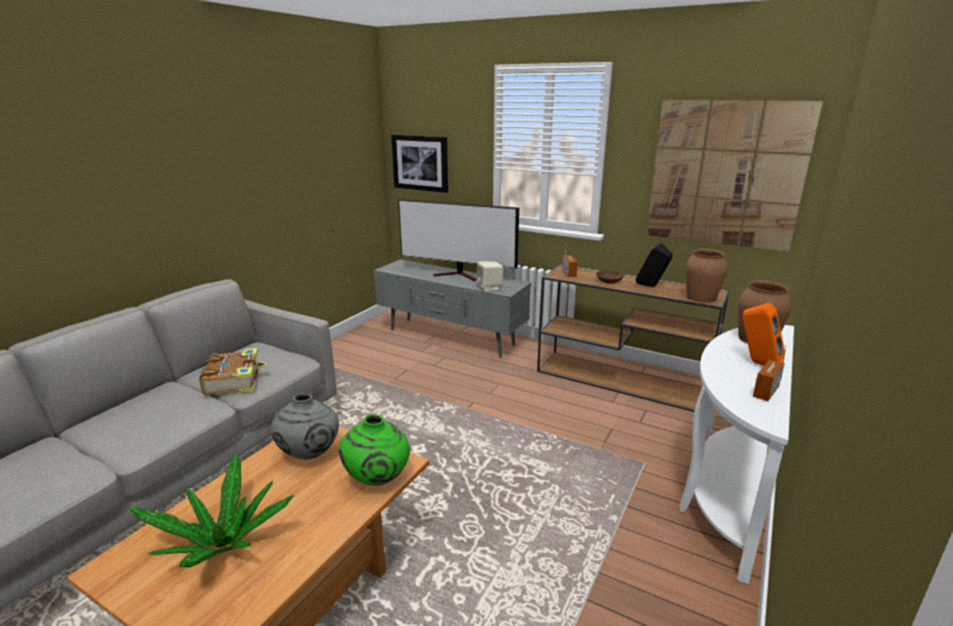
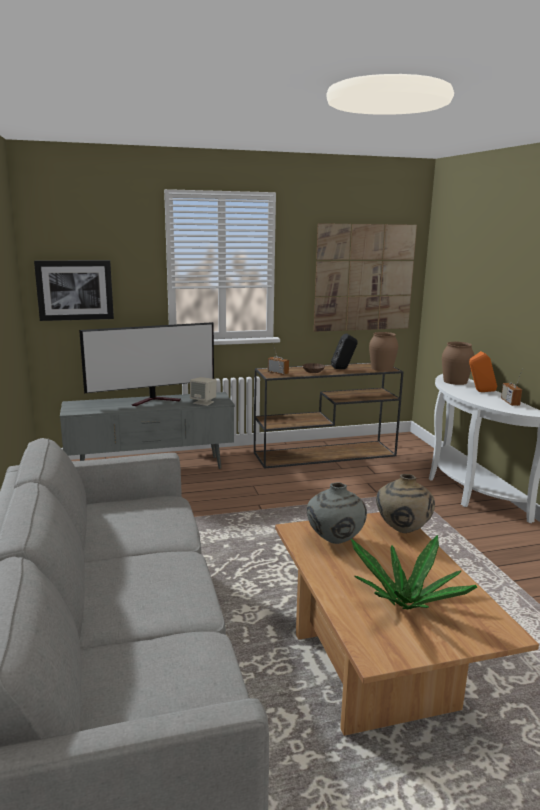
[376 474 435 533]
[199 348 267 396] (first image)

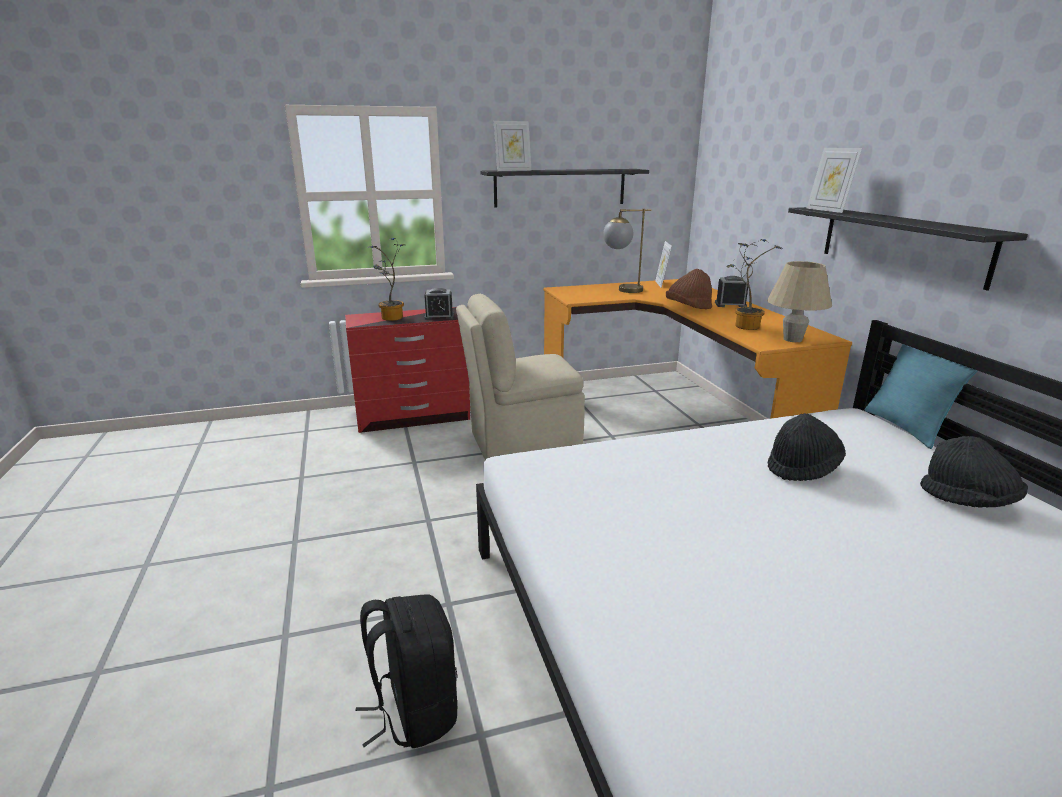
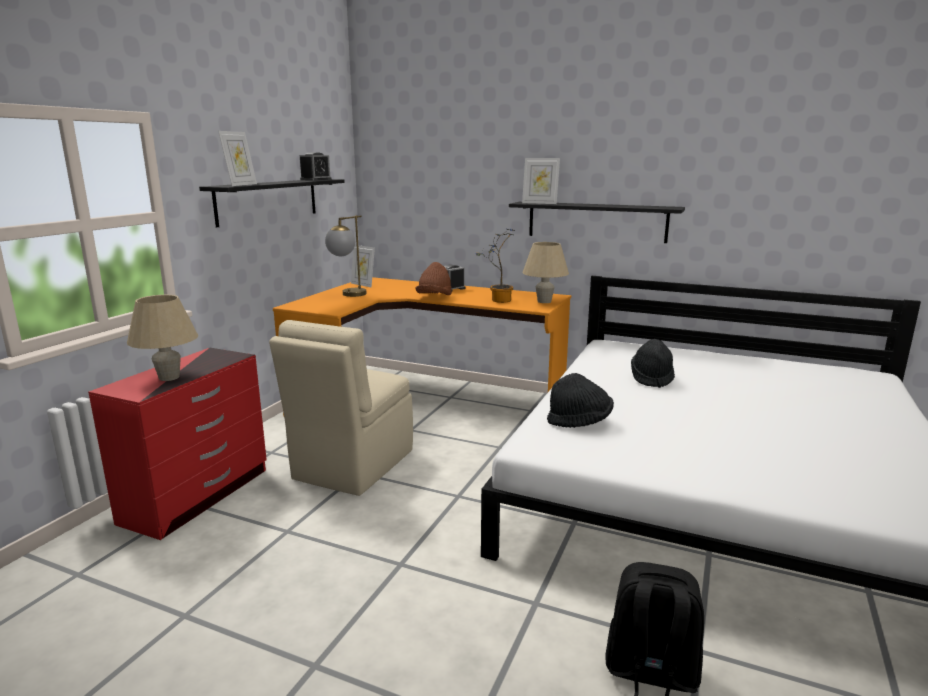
[127 295 198 381]
[300 152 332 181]
[547 373 614 428]
[865 344 978 449] (first image)

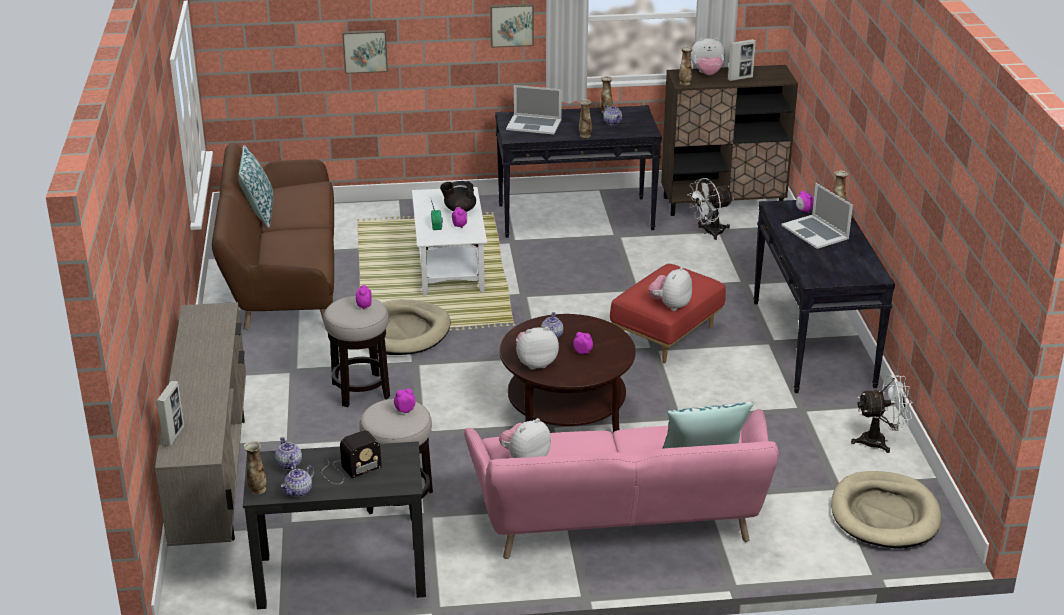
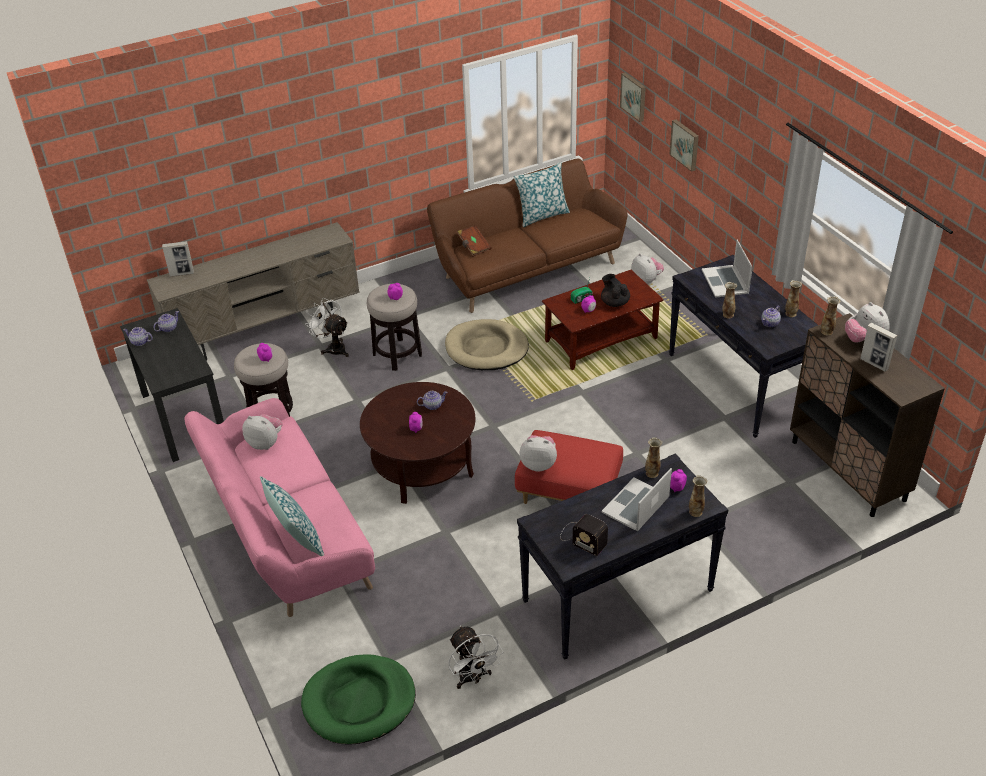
[301 654 416 745]
[305 298 349 357]
[457 225 491 257]
[542 270 664 370]
[560 514 608 556]
[620 73 646 122]
[631 254 664 285]
[645 437 662 478]

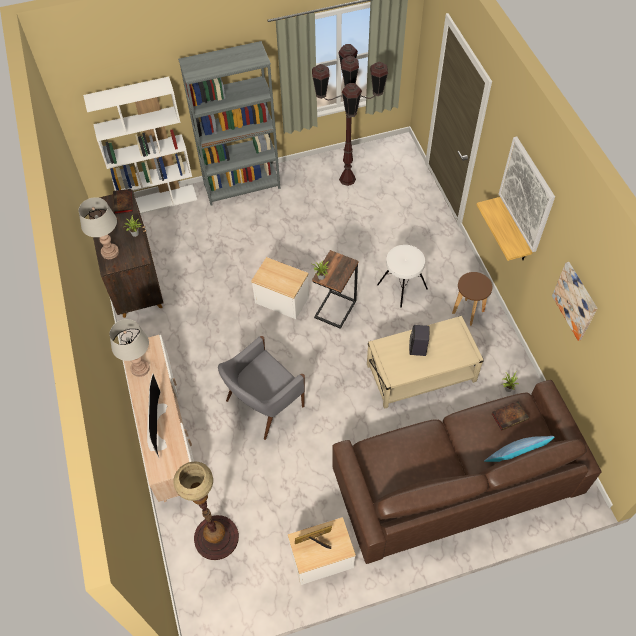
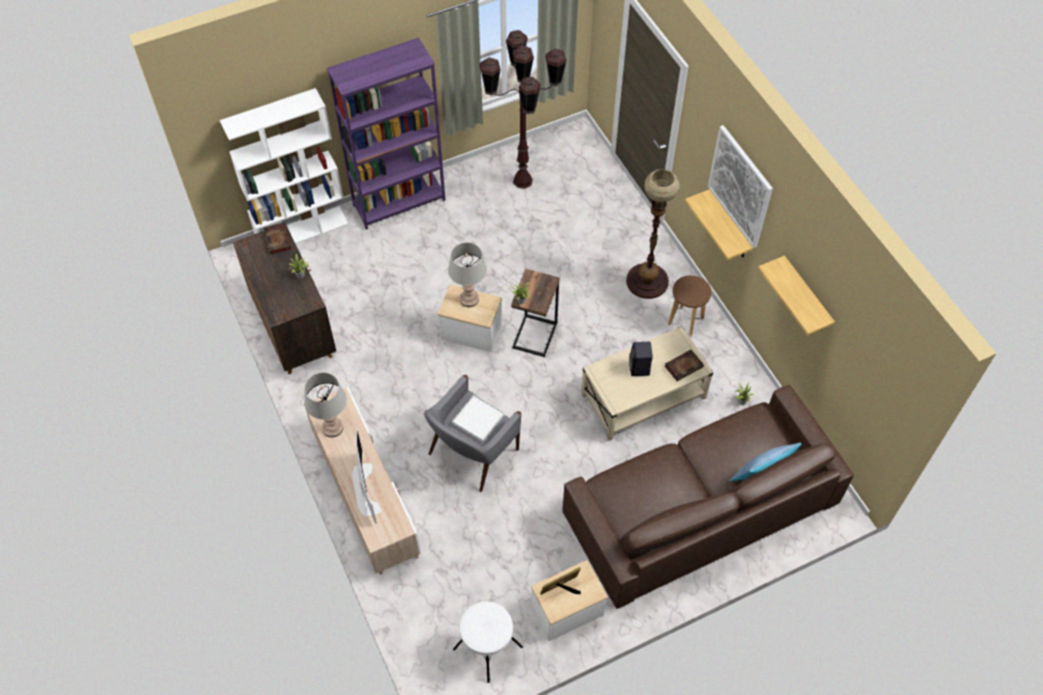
[327 38 445 229]
[448 242 487 307]
[452 395 504 442]
[453 602 523 683]
[626 169 680 299]
[665 350 704 381]
[758 256 835 336]

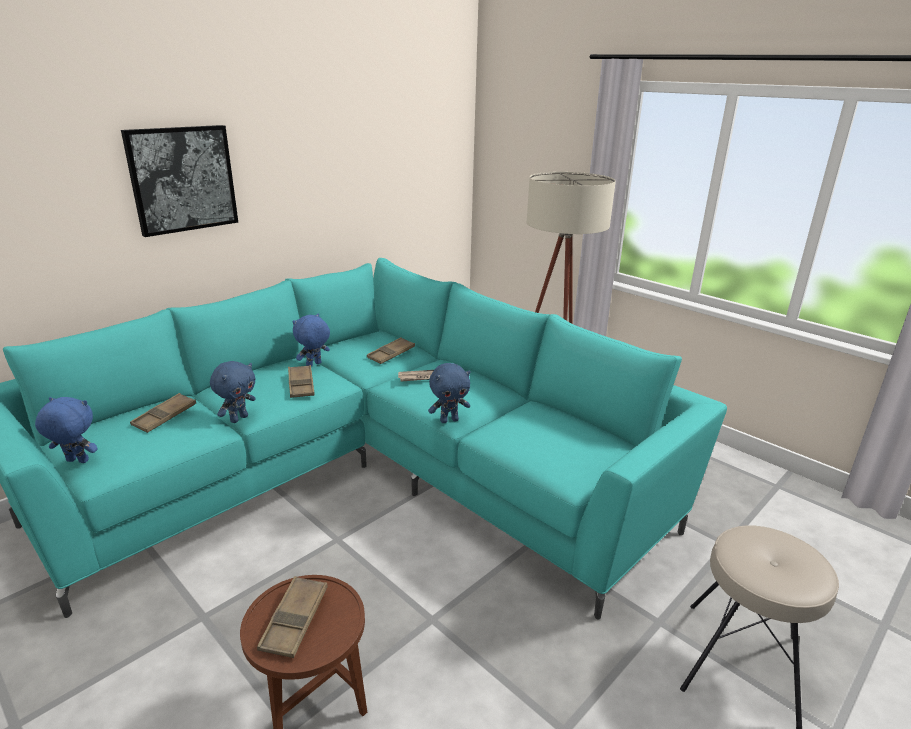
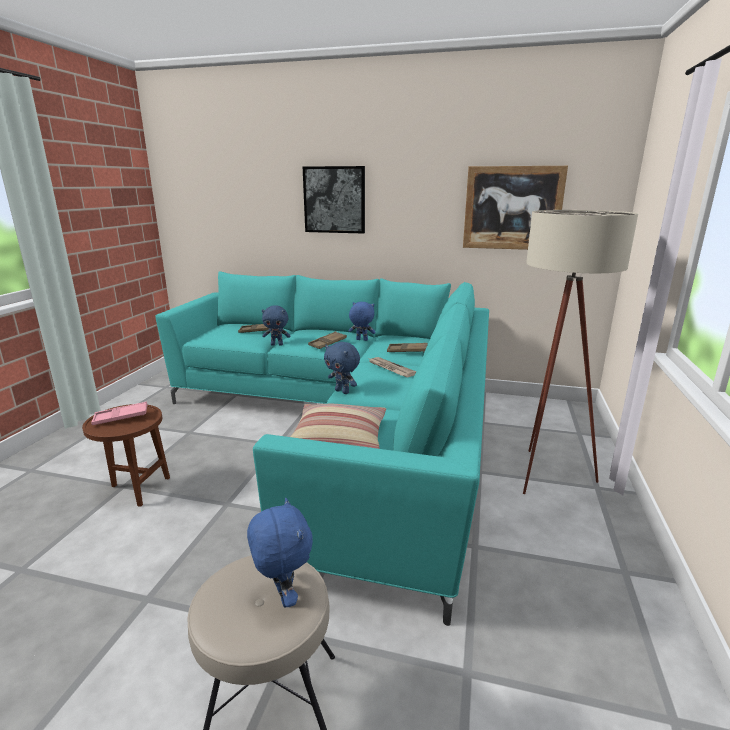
[91 402 148 425]
[247 498 313 607]
[290 404 386 449]
[463 166 568 250]

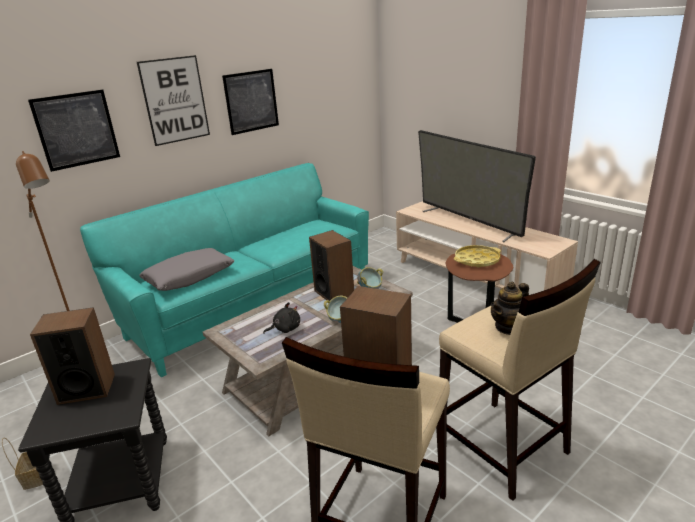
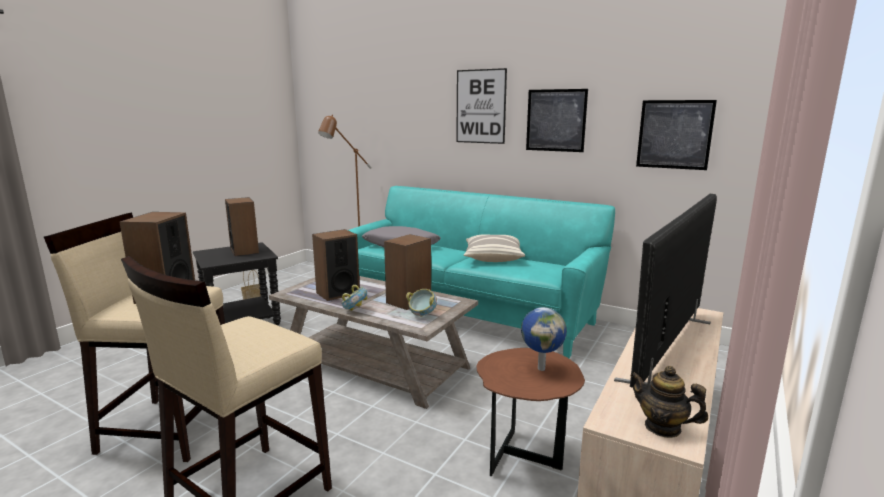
[312 229 360 301]
[464 234 525 262]
[521 307 567 371]
[630 366 708 438]
[636 100 717 170]

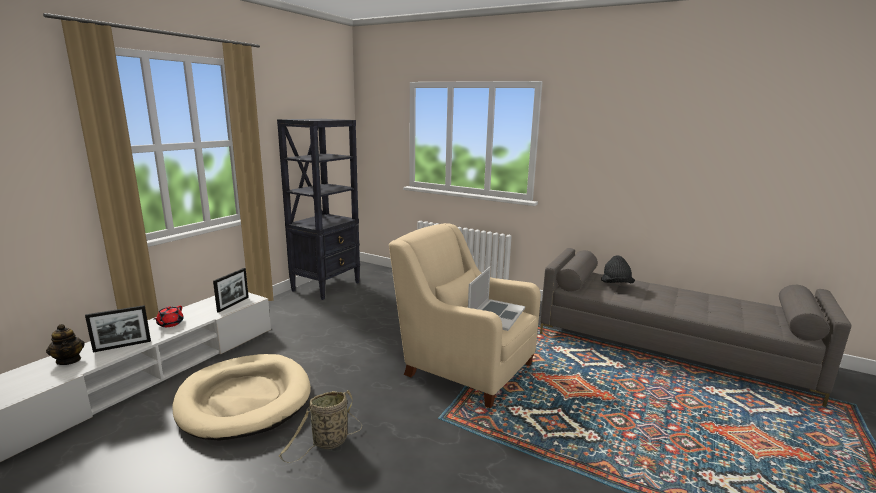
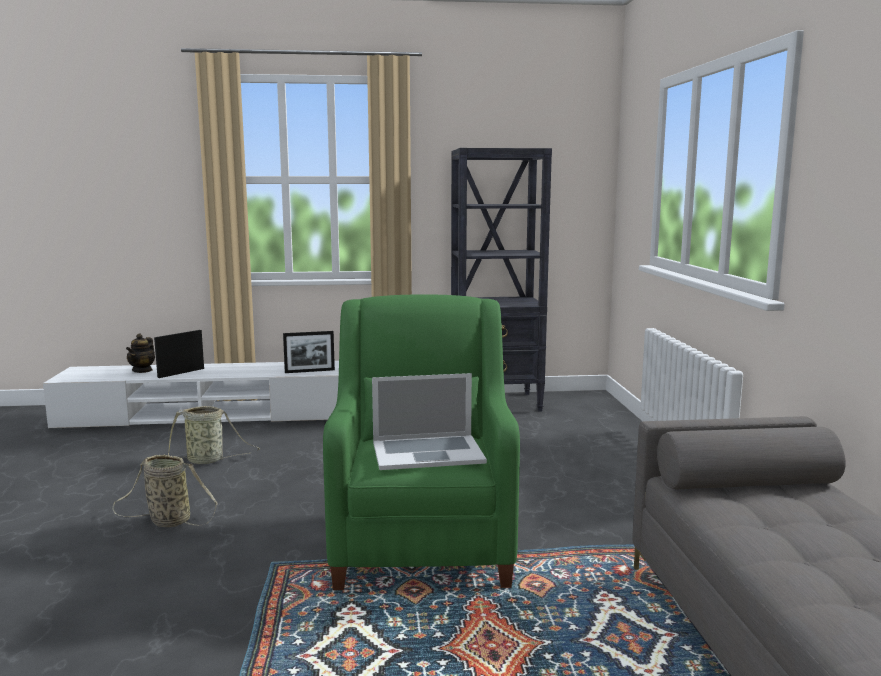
[154 330 204 378]
[168 406 260 464]
[323 294 520 590]
[154 306 184 327] (first image)
[601 256 635 283] (first image)

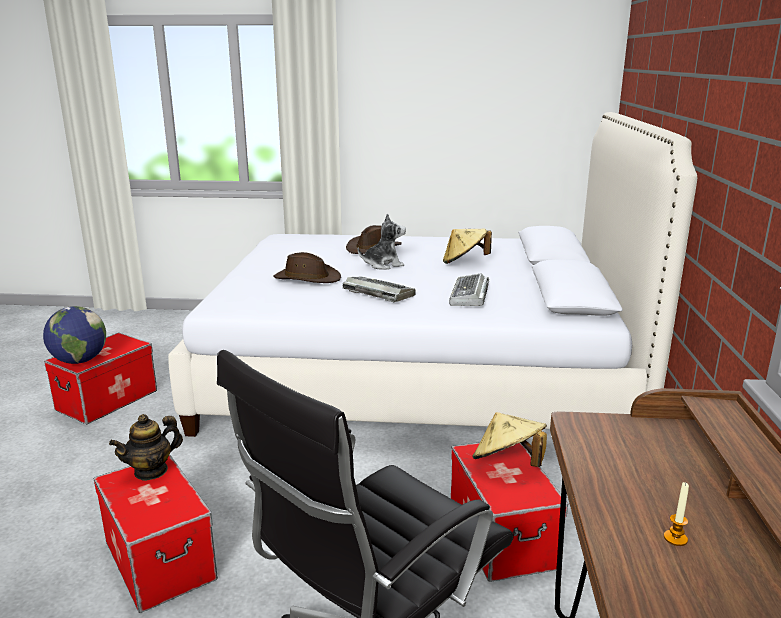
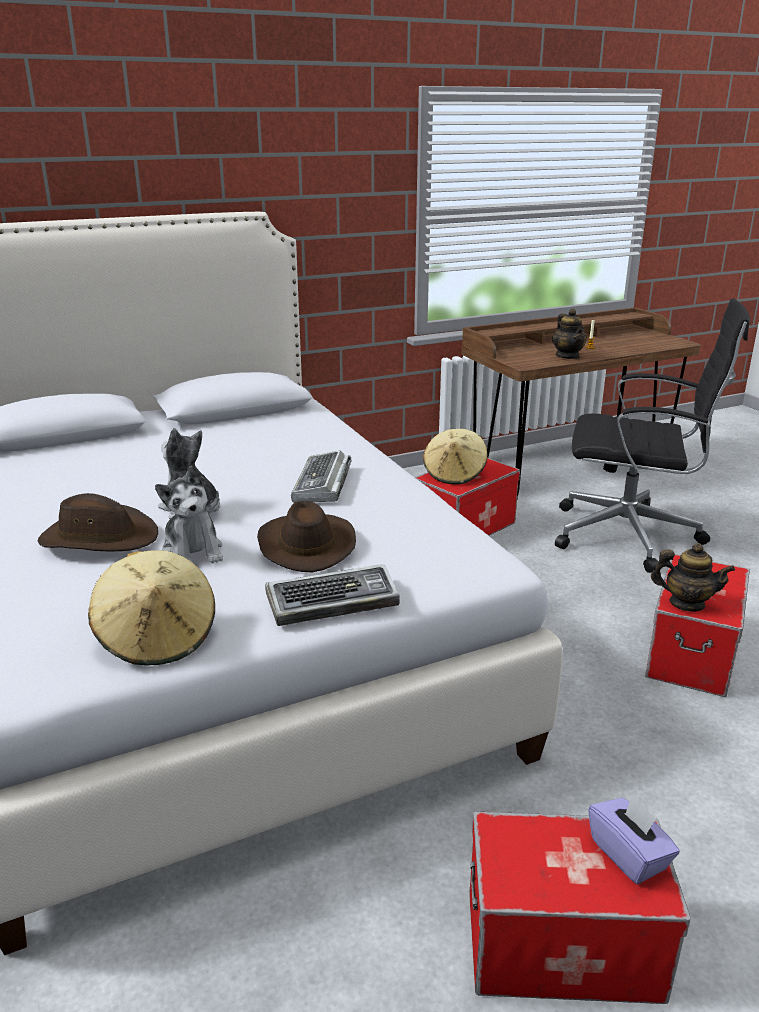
[88 550 215 665]
[155 466 223 563]
[265 564 400 626]
[552 309 587 359]
[588 795 680 884]

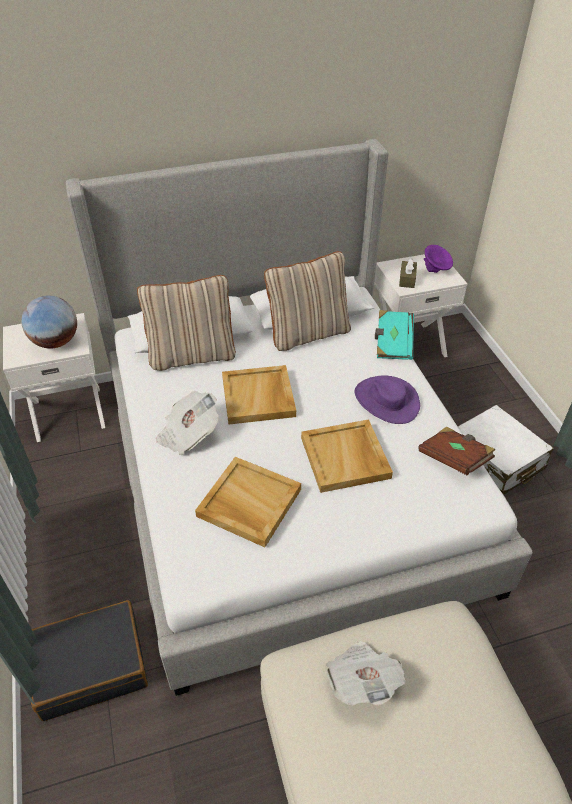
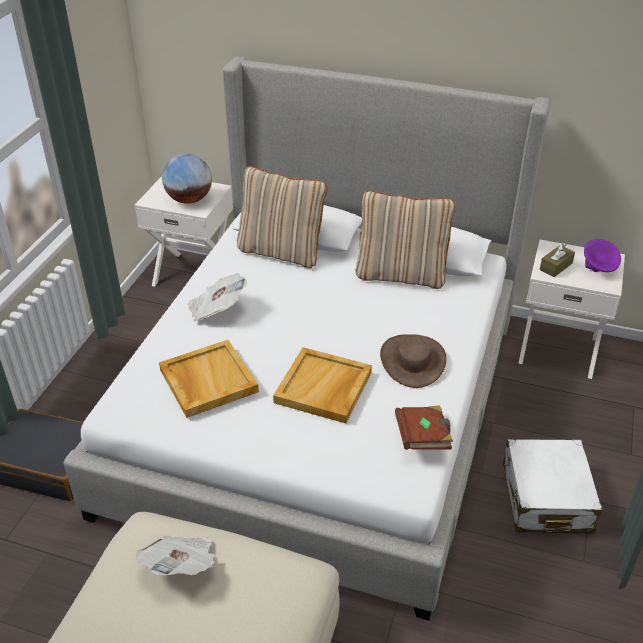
[380 334 446 388]
[222 365 296 424] (first image)
[375 310 414 360] (first image)

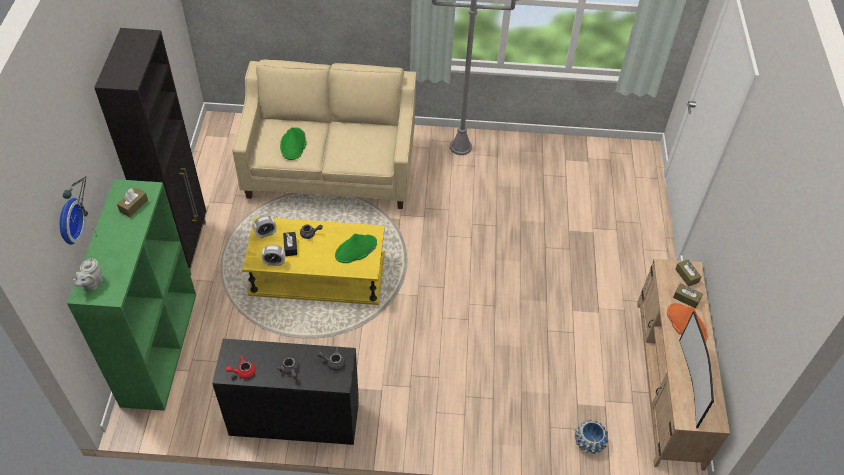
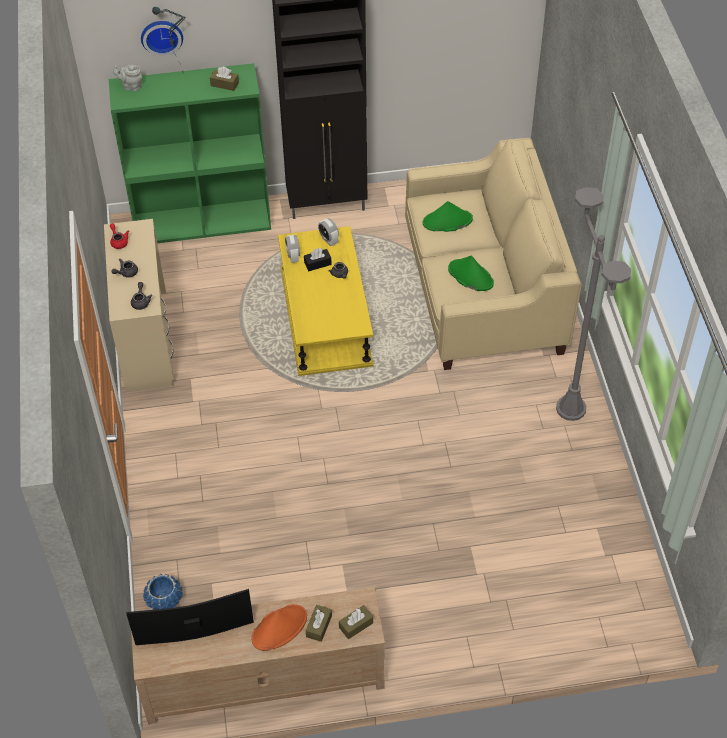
[104 219 174 392]
[448 256 494 291]

